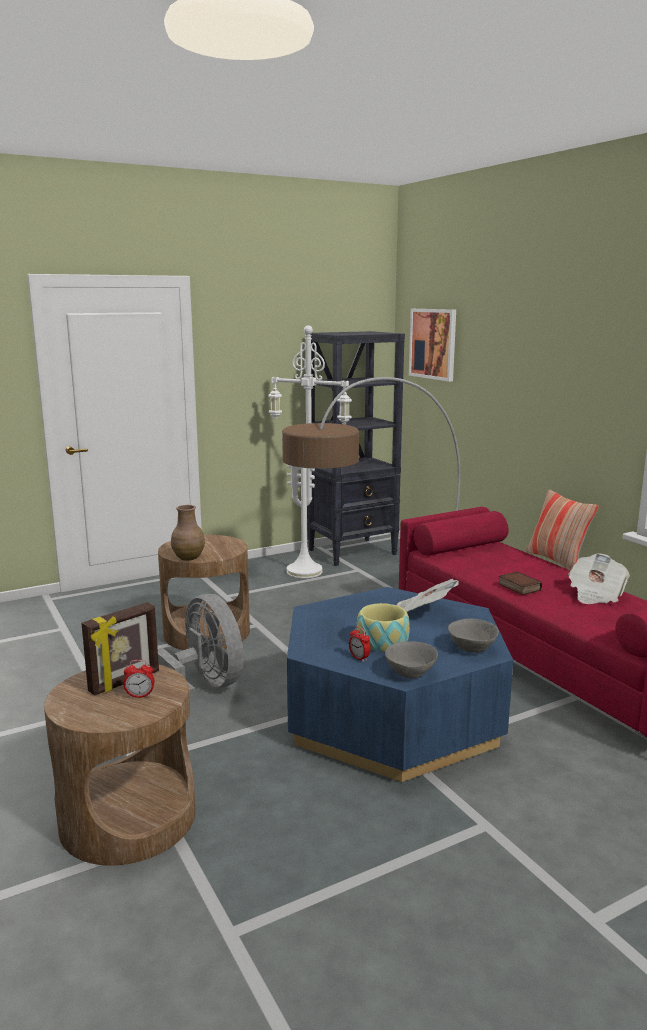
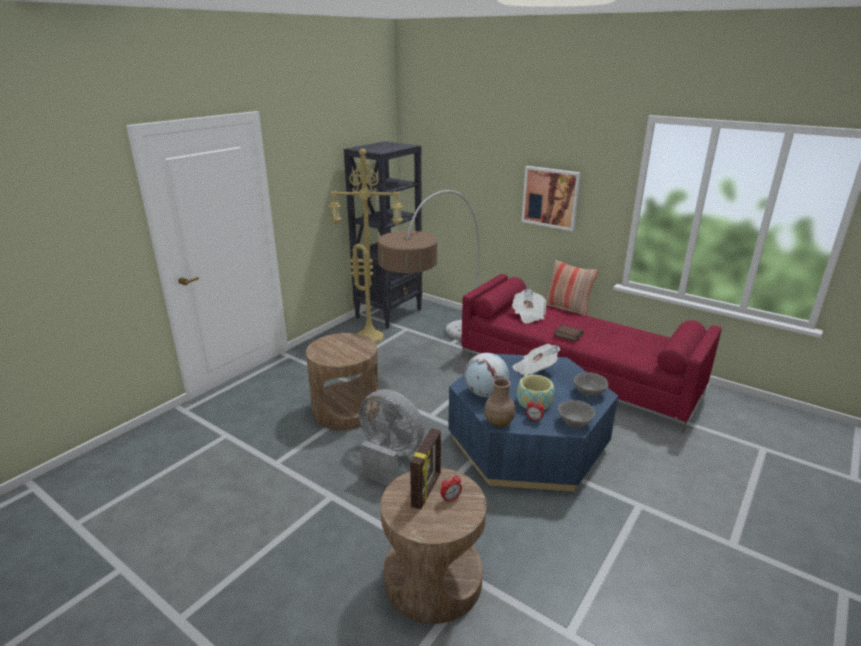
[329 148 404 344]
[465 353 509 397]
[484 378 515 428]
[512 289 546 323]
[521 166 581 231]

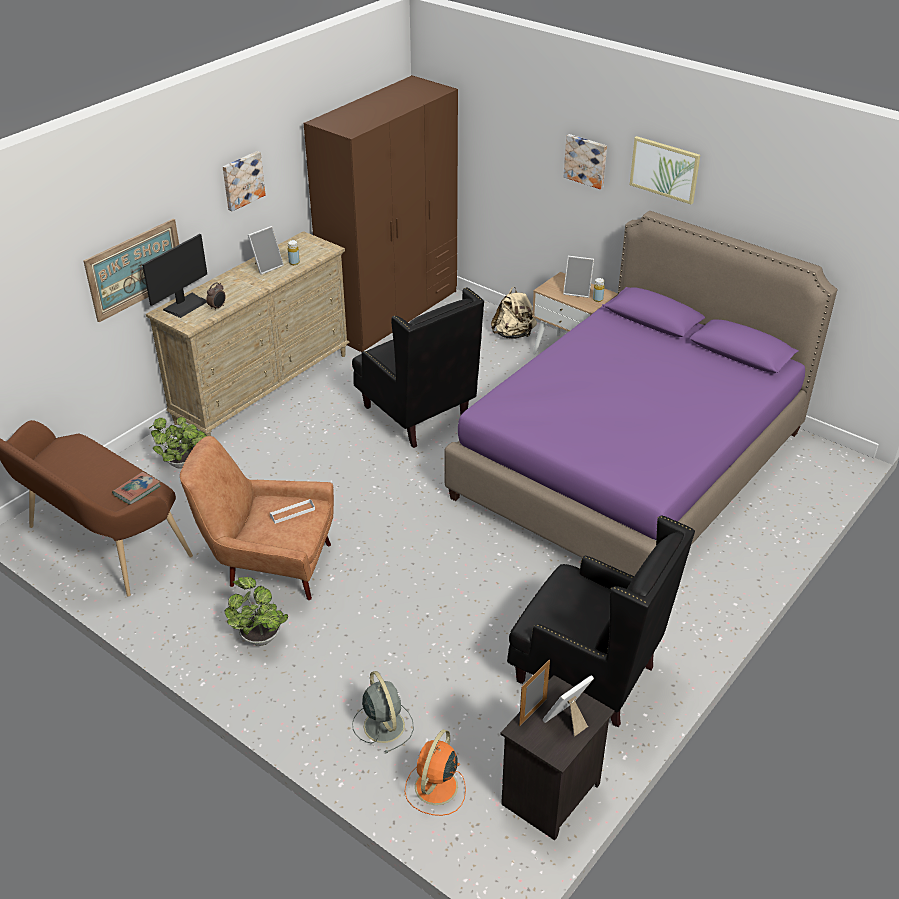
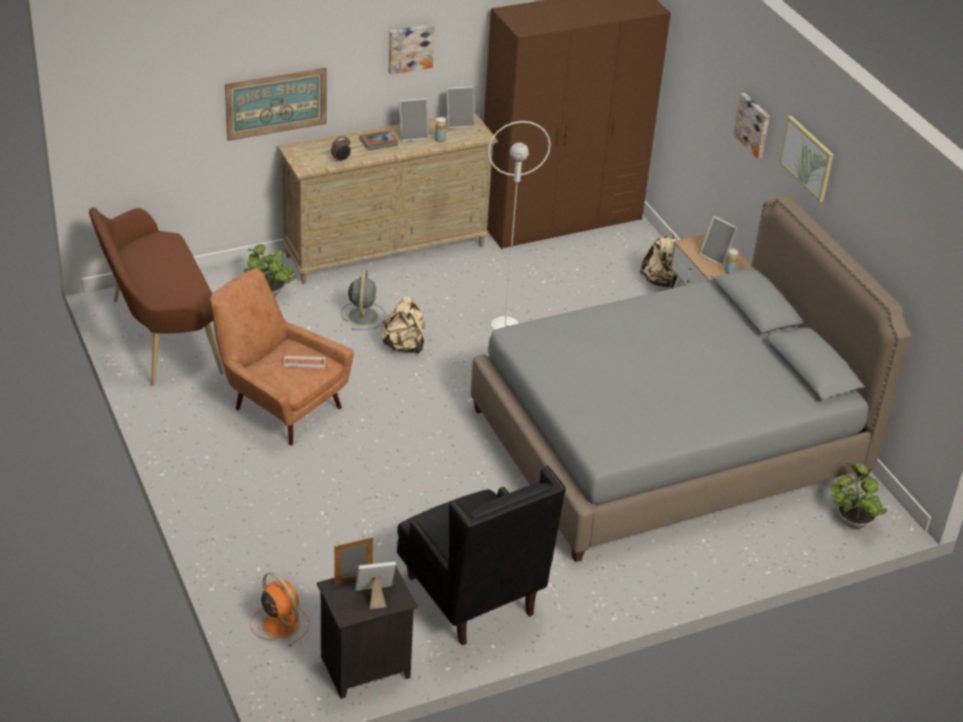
[250 572 310 647]
[341 270 386 330]
[359 130 398 150]
[381 296 425 354]
[447 86 475 129]
[471 196 911 562]
[488 121 551 330]
[831 461 887 529]
[142 234 207 318] (first image)

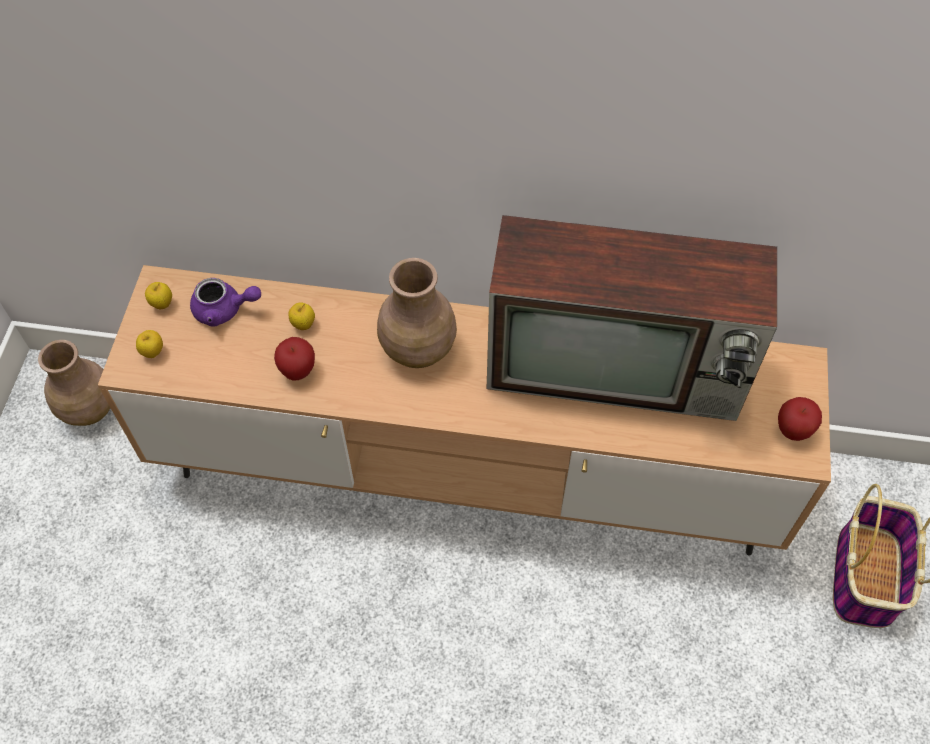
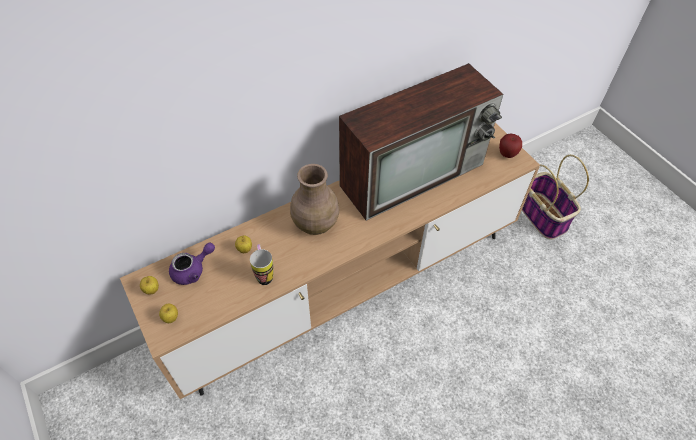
[250 244 274 285]
[38 340 110 426] (first image)

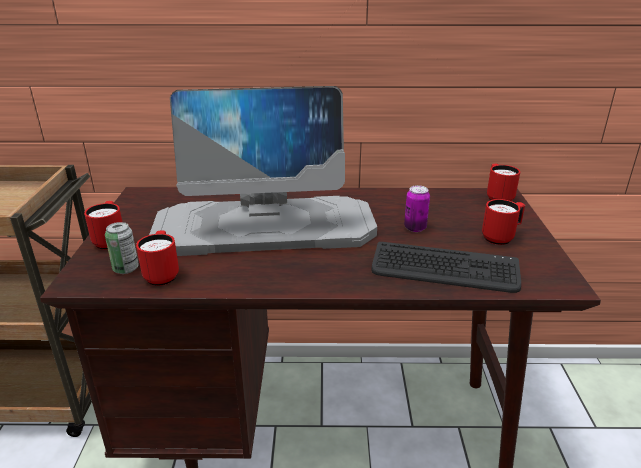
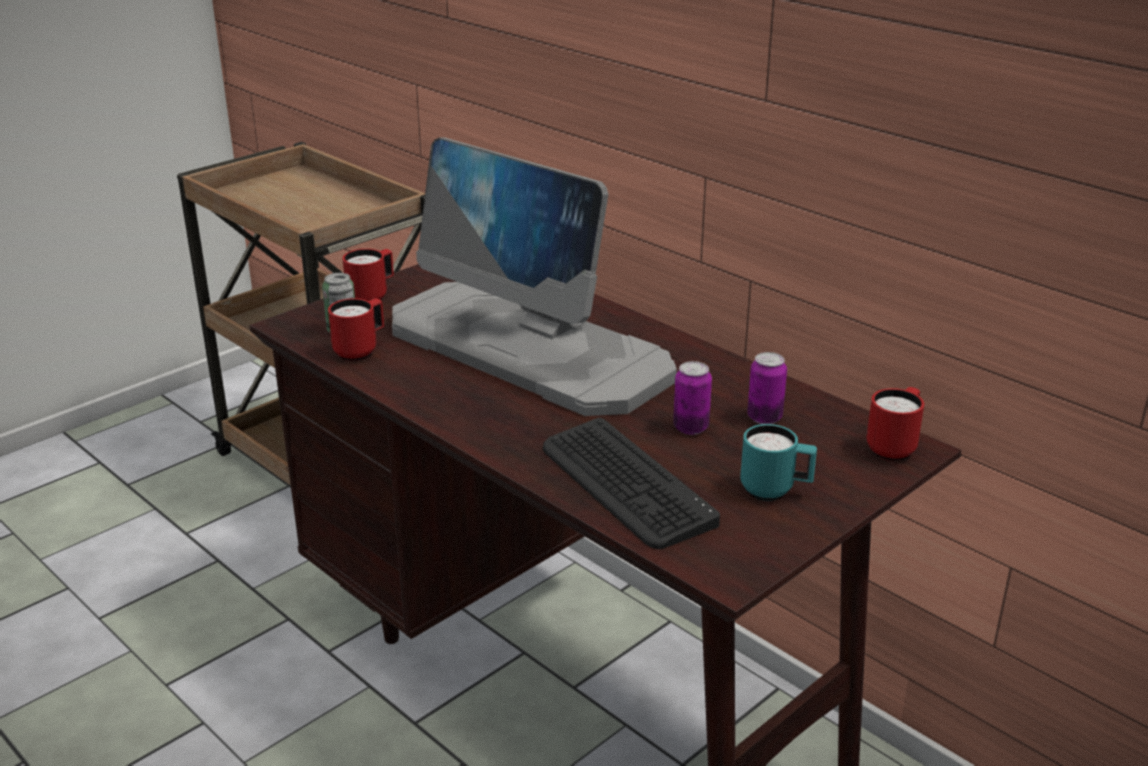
[740 424 817 501]
[747 352 787 424]

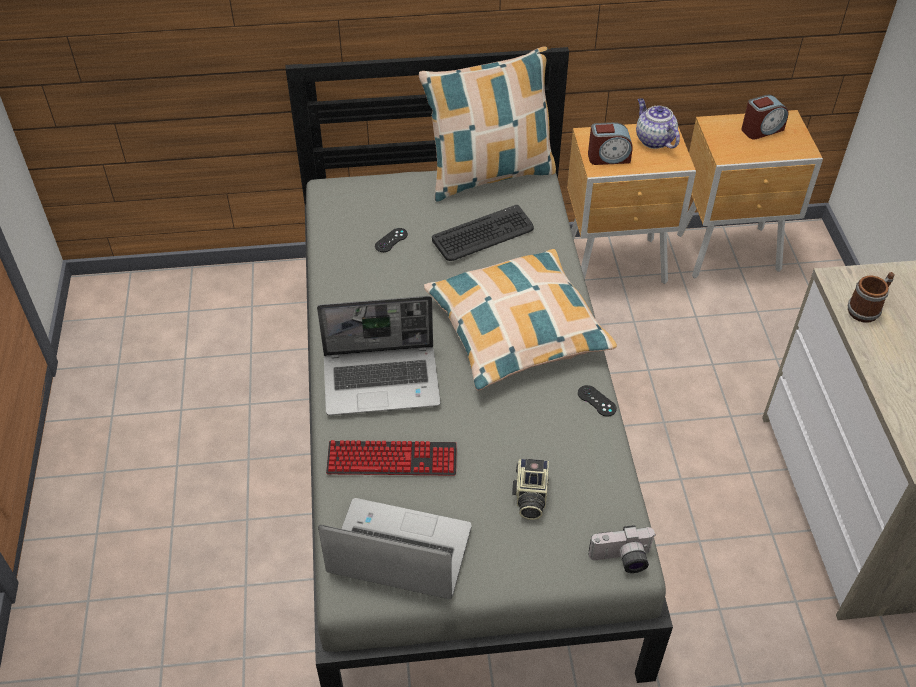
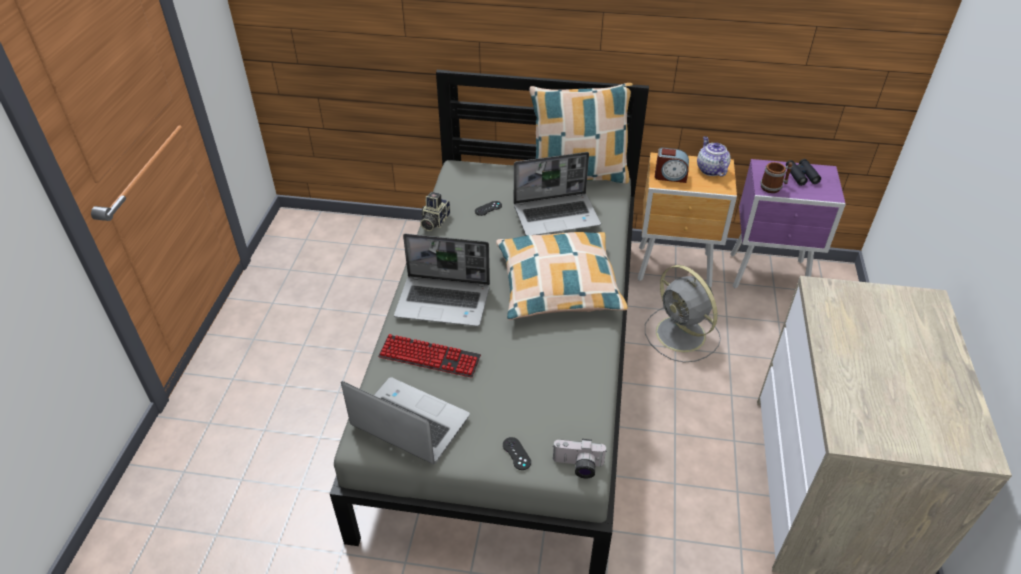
[420 192 450 231]
[503 437 531 470]
[514 152 601 236]
[645 265 721 363]
[730 159 846 288]
[760 162 793 193]
[786 159 821 186]

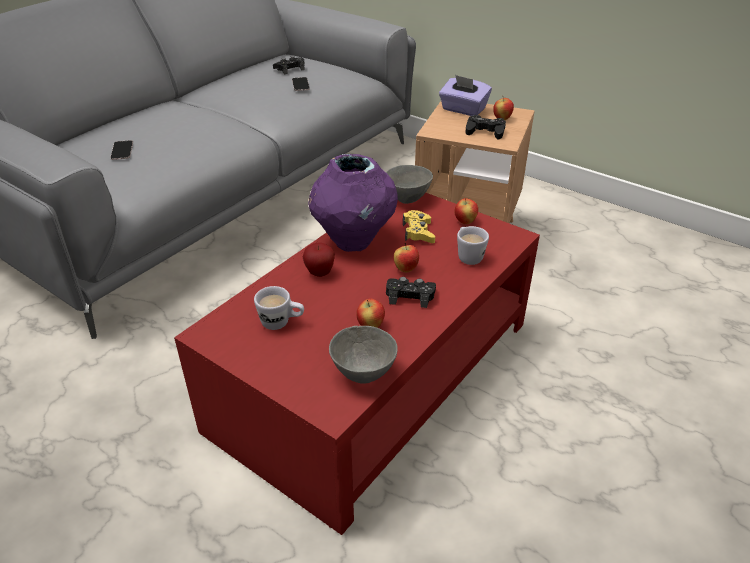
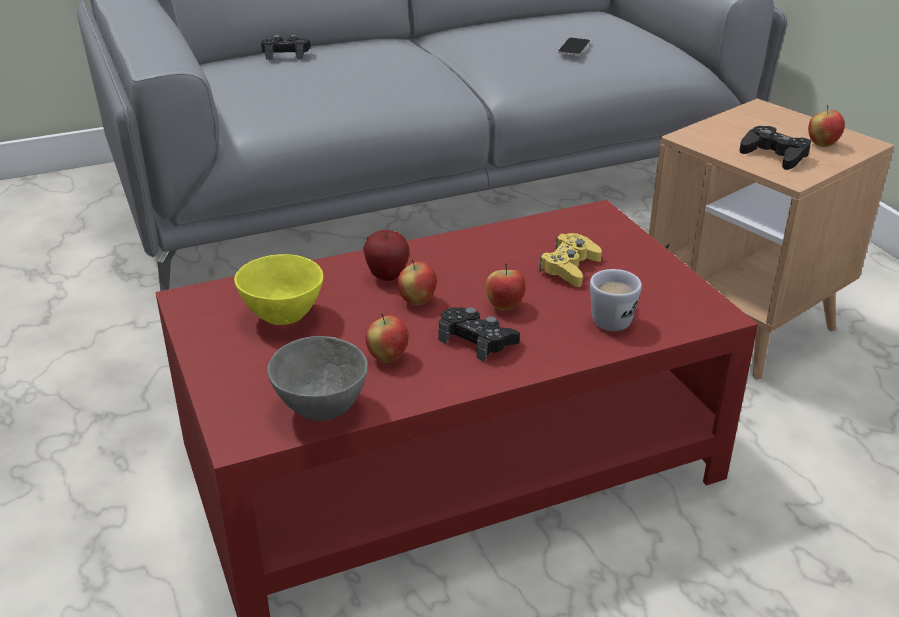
[234 254 323 325]
[261 35 311 59]
[397 260 437 305]
[110 140 133 160] (first image)
[308 154 398 252] (first image)
[386 165 433 204] (first image)
[439 75 492 116] (first image)

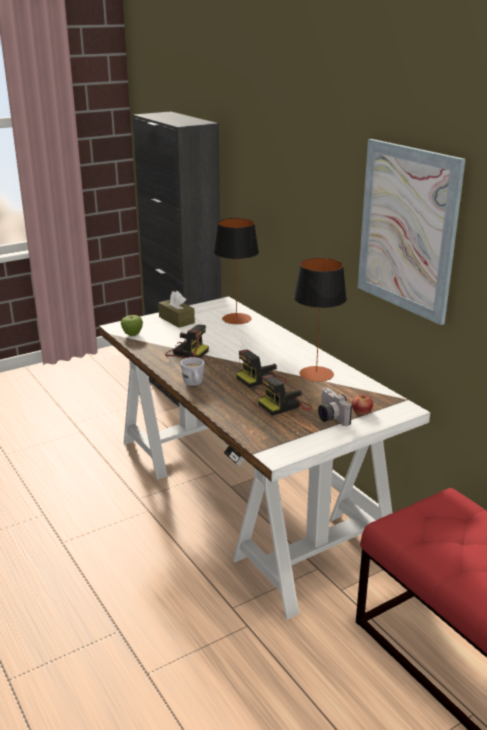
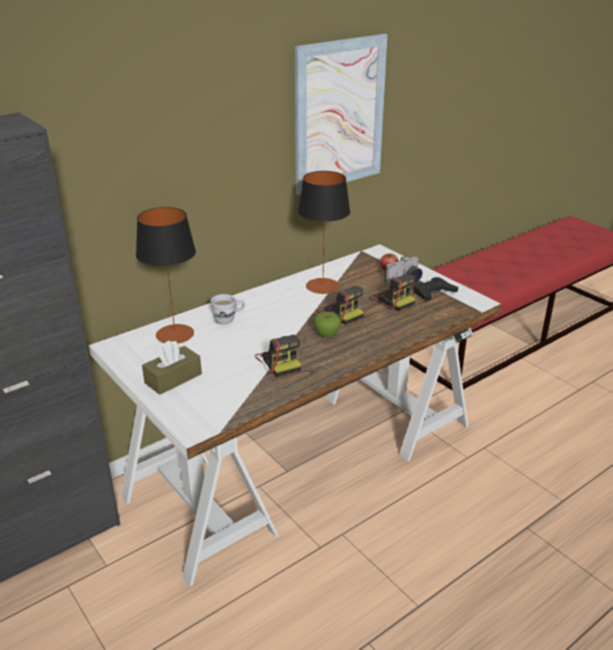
[211 294 245 324]
[255 335 301 377]
[313 311 341 338]
[413 277 458 301]

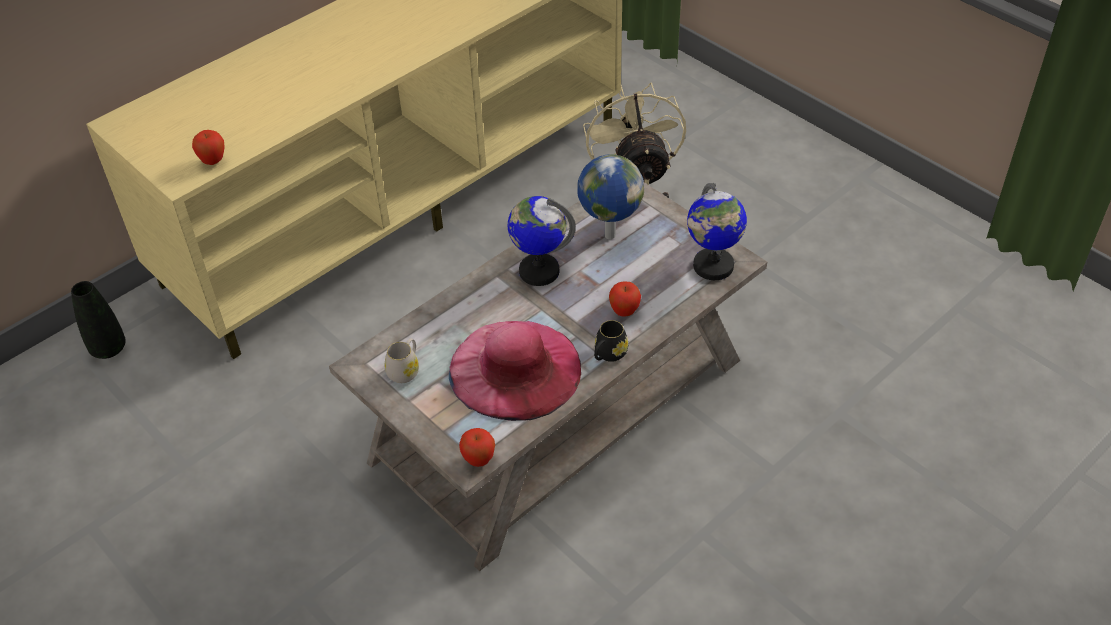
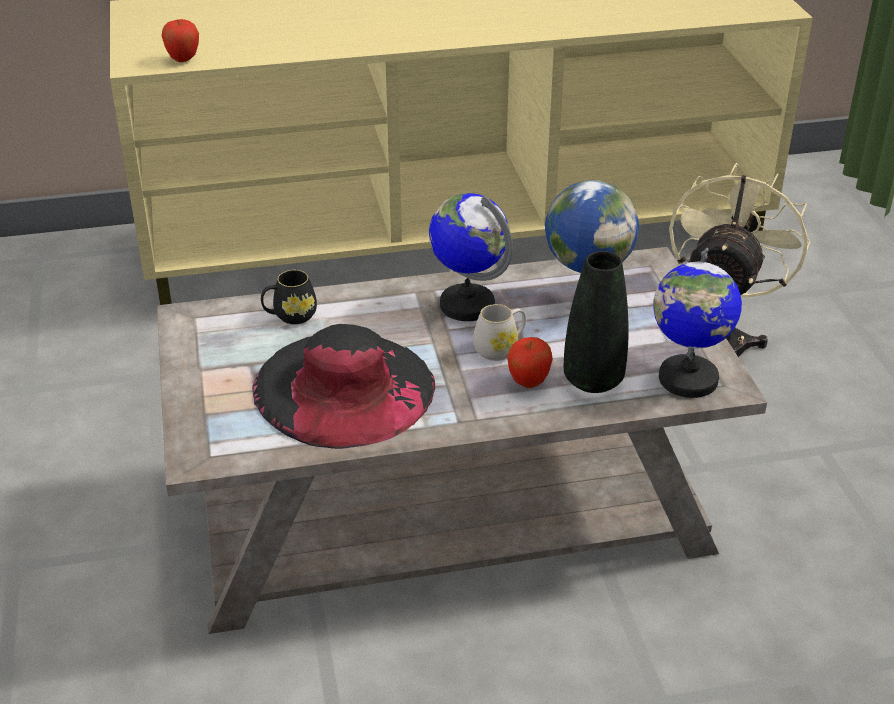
[252 324 435 449]
[261 270 317 324]
[473 304 526 361]
[564 251 629 393]
[459 428 495 467] (first image)

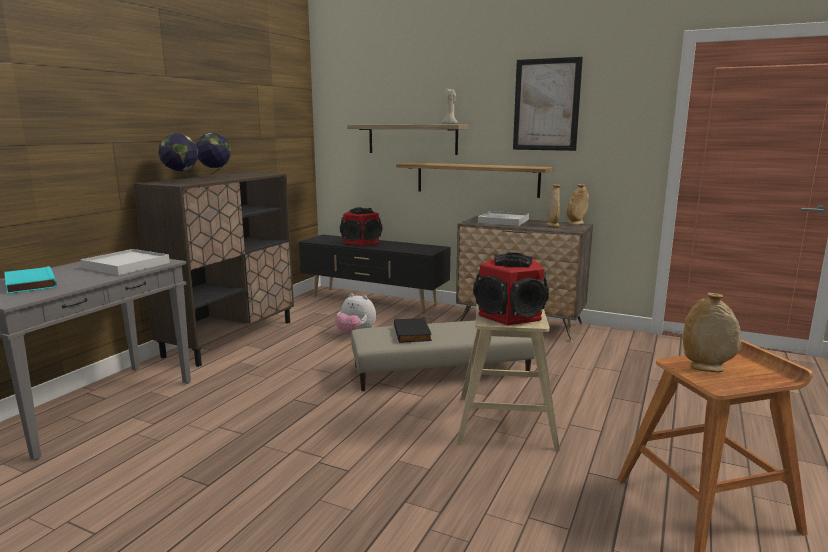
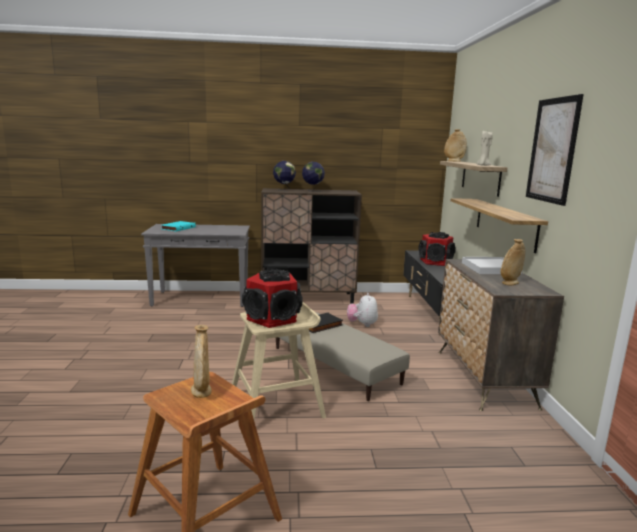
[444 129 467 162]
[80 249 170 275] (first image)

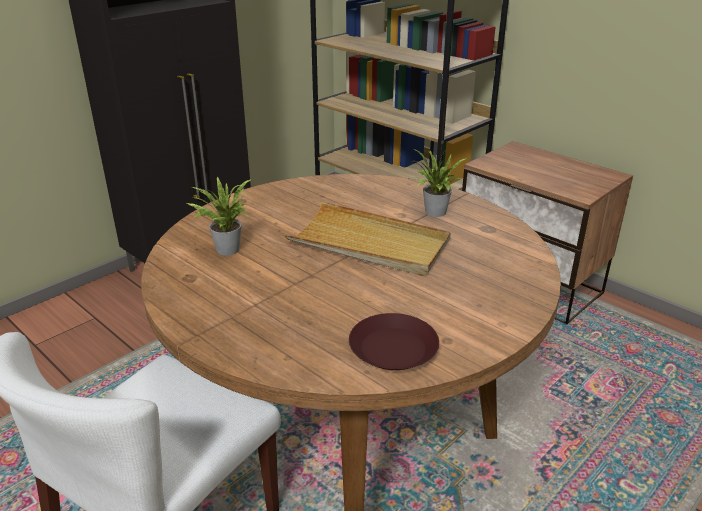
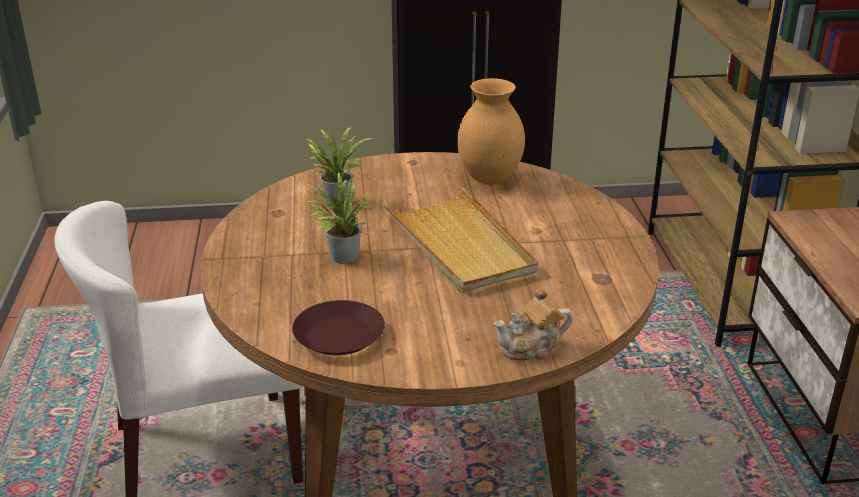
[306 172 370 264]
[457 78 525 185]
[494 288 572 360]

